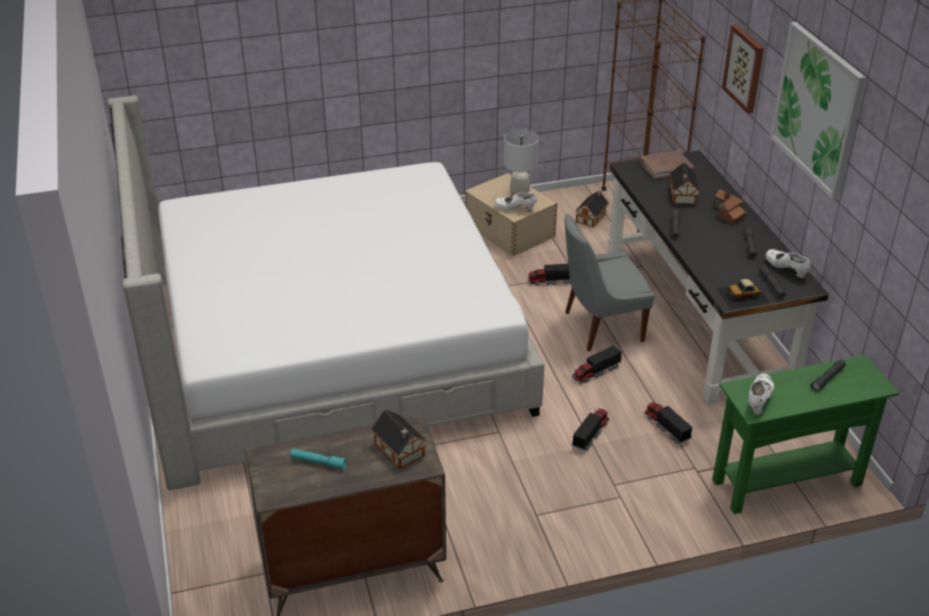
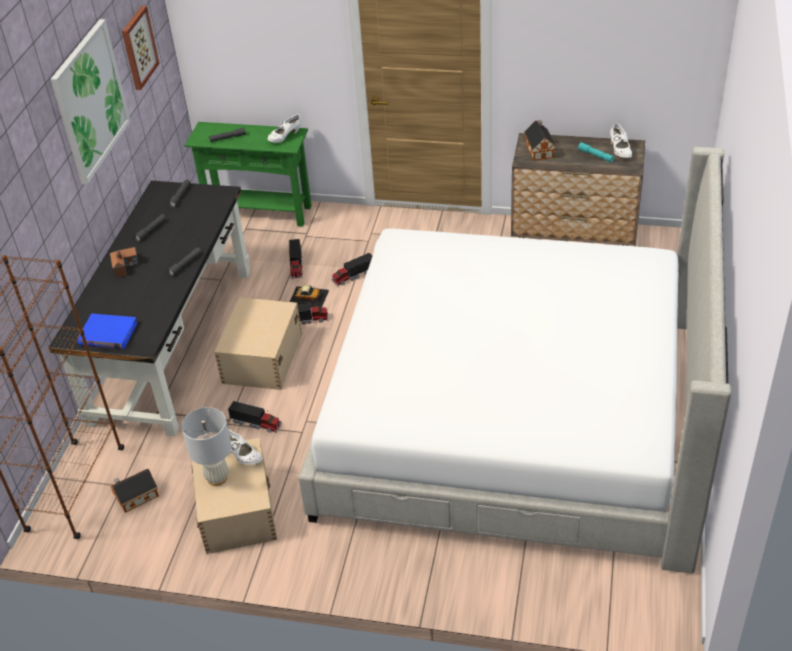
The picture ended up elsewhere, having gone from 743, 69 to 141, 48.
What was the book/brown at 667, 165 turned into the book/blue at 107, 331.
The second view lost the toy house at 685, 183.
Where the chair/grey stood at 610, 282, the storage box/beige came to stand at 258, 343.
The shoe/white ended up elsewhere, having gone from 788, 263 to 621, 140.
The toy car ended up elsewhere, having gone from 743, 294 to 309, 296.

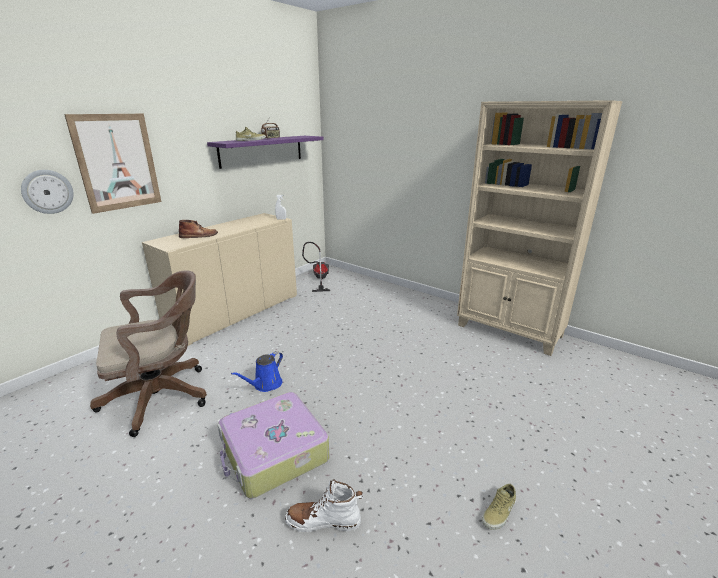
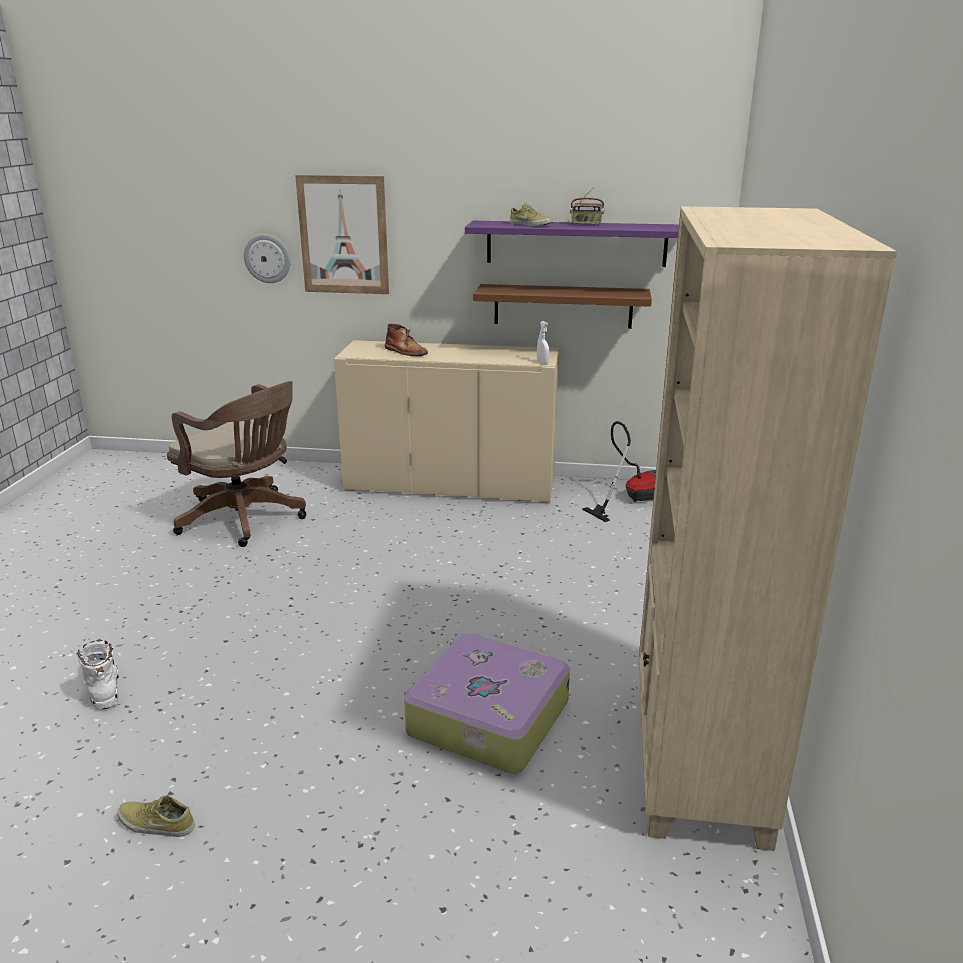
The second view lost the watering can/blue at 257, 371.
The suitcase ended up elsewhere, having gone from 273, 445 to 487, 703.
The second view gained the shelf/brown at 562, 306.

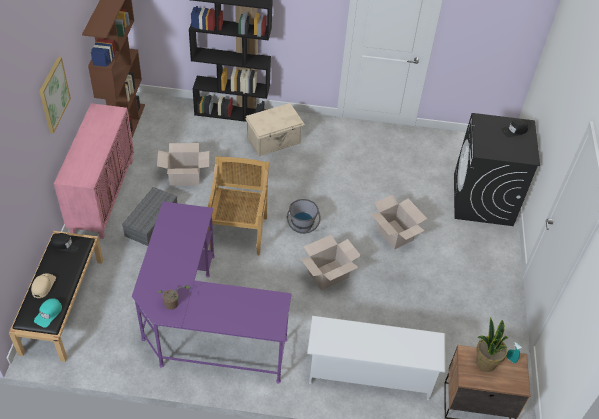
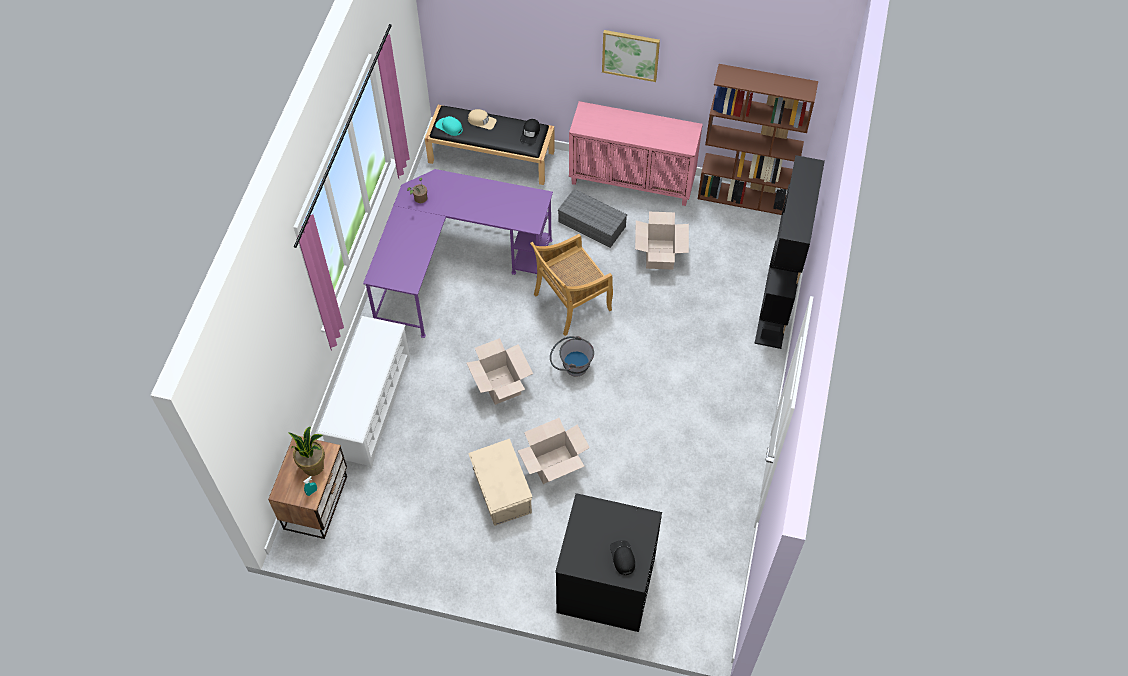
The storage box/beige ended up elsewhere, having gone from 275, 129 to 500, 482.
The chair/beige at 238, 206 ended up facing another way, 135 degrees clockwise from before.

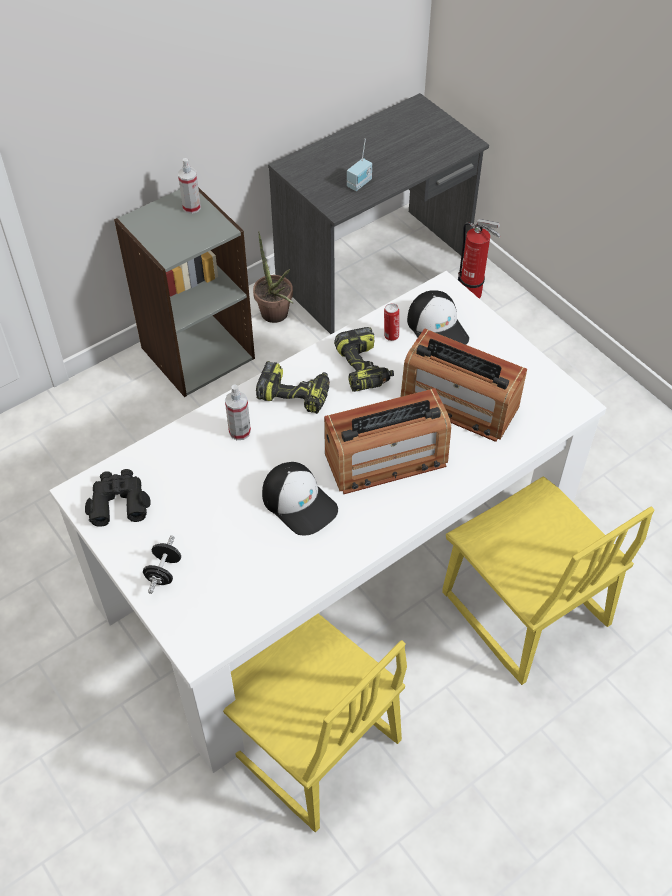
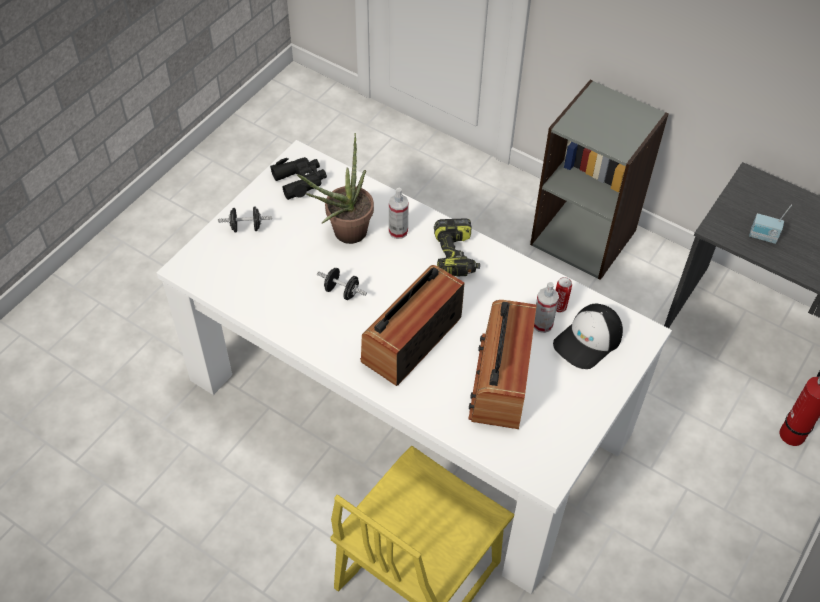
The spray bottle ended up elsewhere, having gone from 189, 186 to 546, 307.
The potted plant ended up elsewhere, having gone from 273, 277 to 335, 188.
The second view lost the power drill at 364, 359.
The radio at 387, 441 ended up facing another way, 75 degrees clockwise from before.
Where the cap stood at 300, 498, the dumbbell/black came to stand at 342, 284.
The second view lost the chair/yellow at 315, 722.

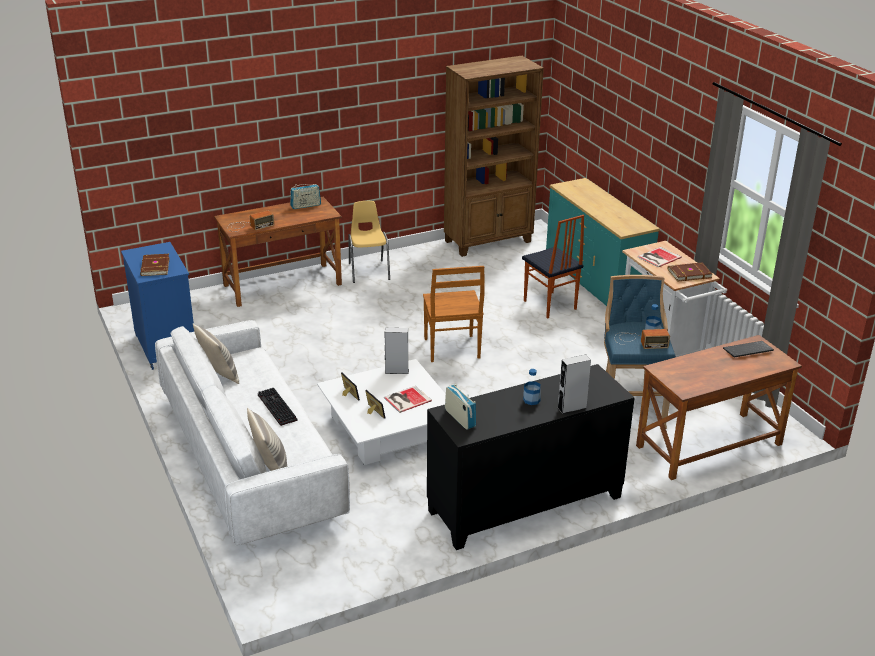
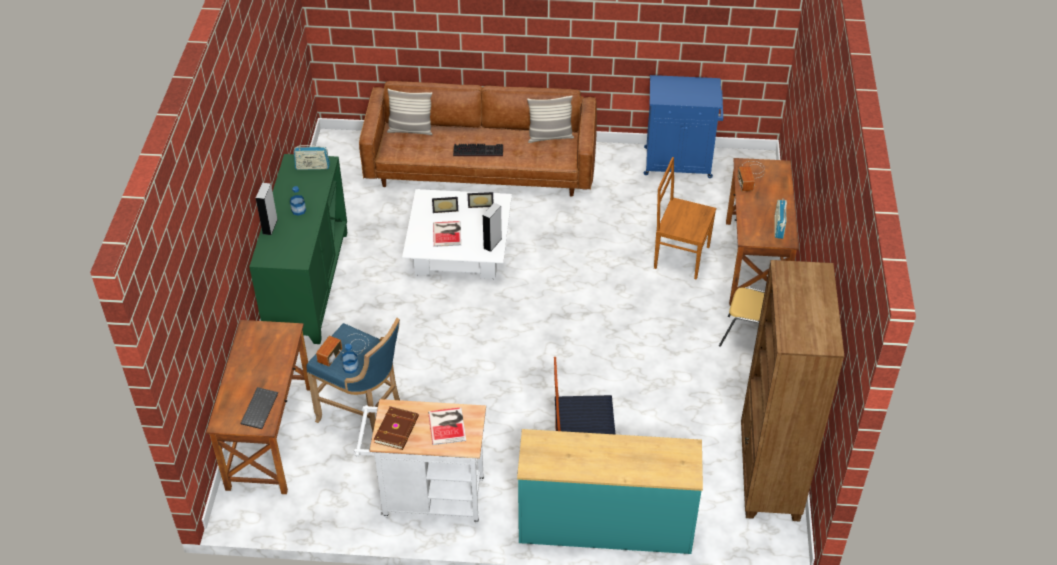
The second view lost the book/brown at 154, 265.
The chair/brown ended up elsewhere, having gone from 454, 314 to 685, 218.
What was the sofa/white at 252, 433 turned into the sofa/brown at 478, 139.
What was the cabinet/black at 531, 457 turned into the cabinet/green at 298, 249.

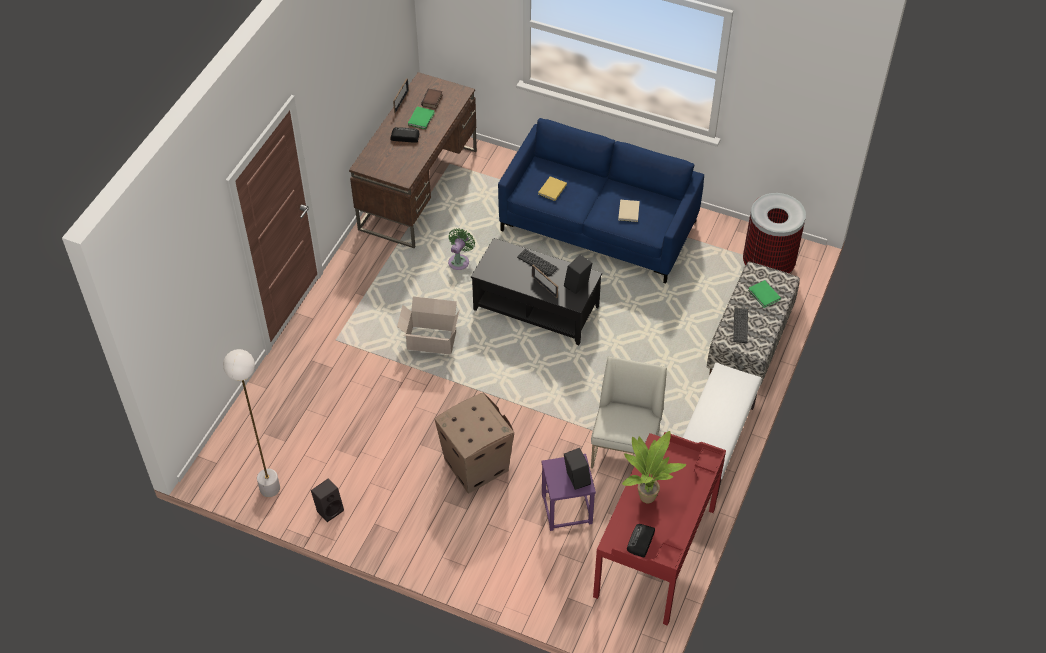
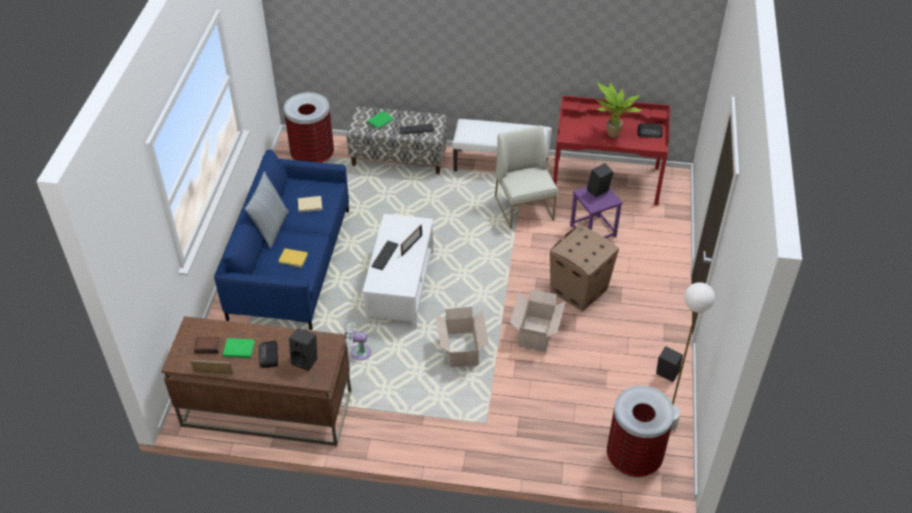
What was the fan/green at 461, 249 turned into the fan/white at 357, 341.
What was the coffee table/black at 536, 291 turned into the coffee table/white at 397, 271.
The speaker/black ended up elsewhere, having gone from 578, 274 to 303, 349.
The chair/white at 629, 412 ended up facing another way, 75 degrees clockwise from before.
The second view gained the pillow at 267, 210.
The second view gained the cardboard box at 538, 320.
The second view gained the trash can at 641, 432.

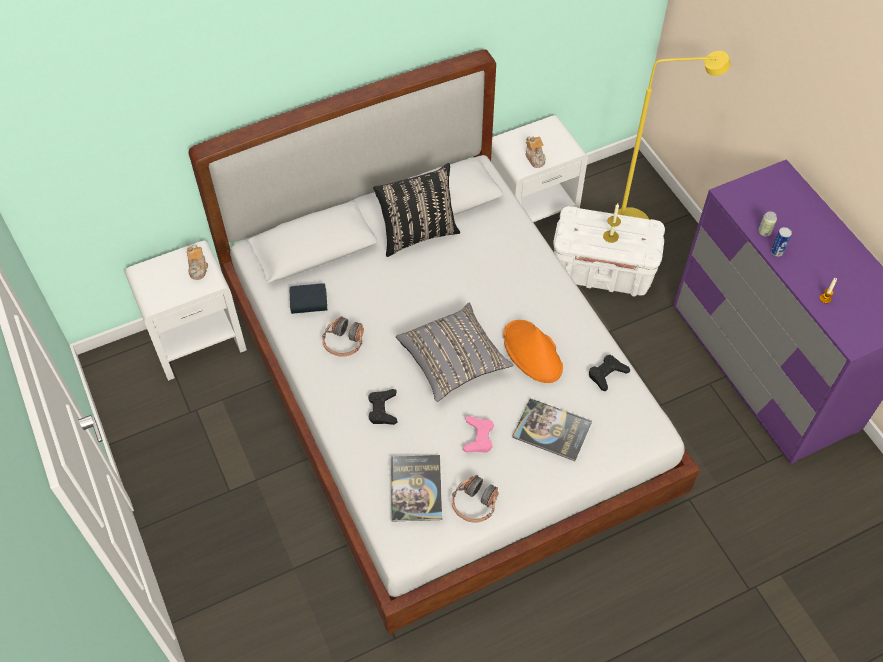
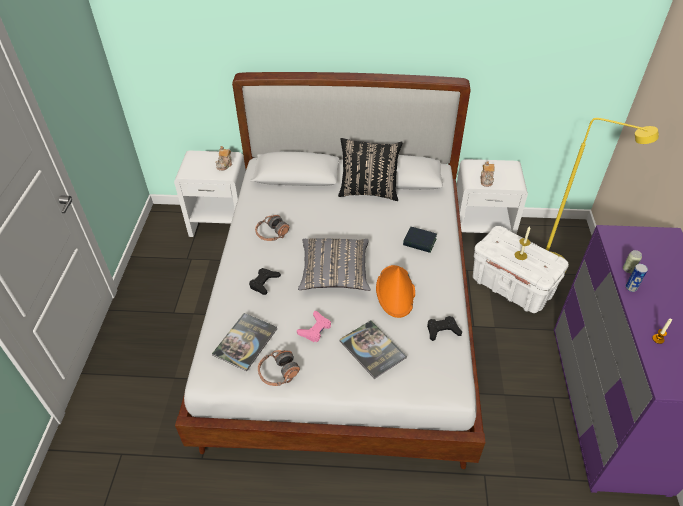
The book ended up elsewhere, having gone from 308, 298 to 420, 240.

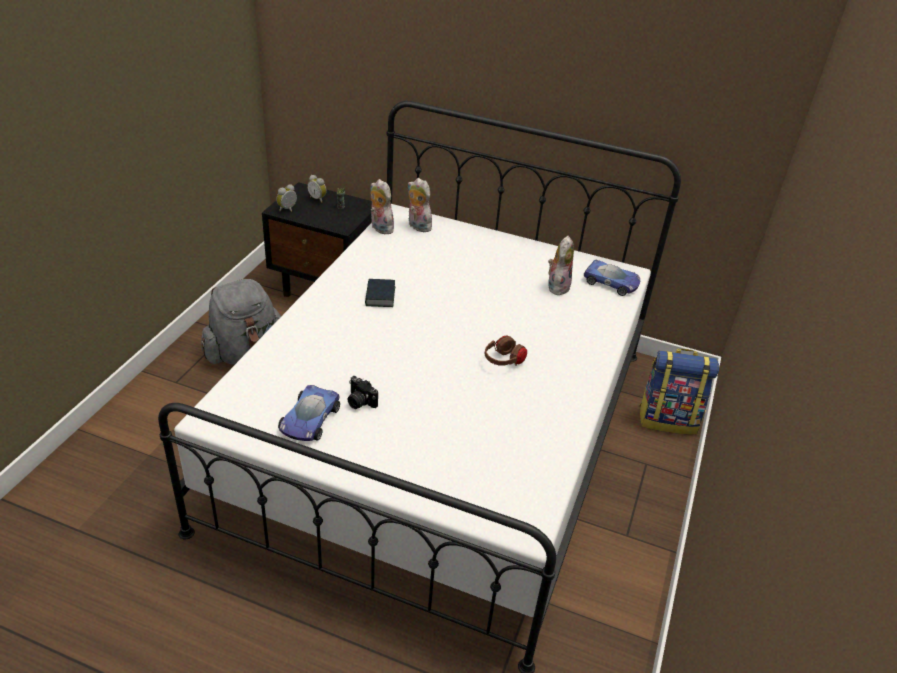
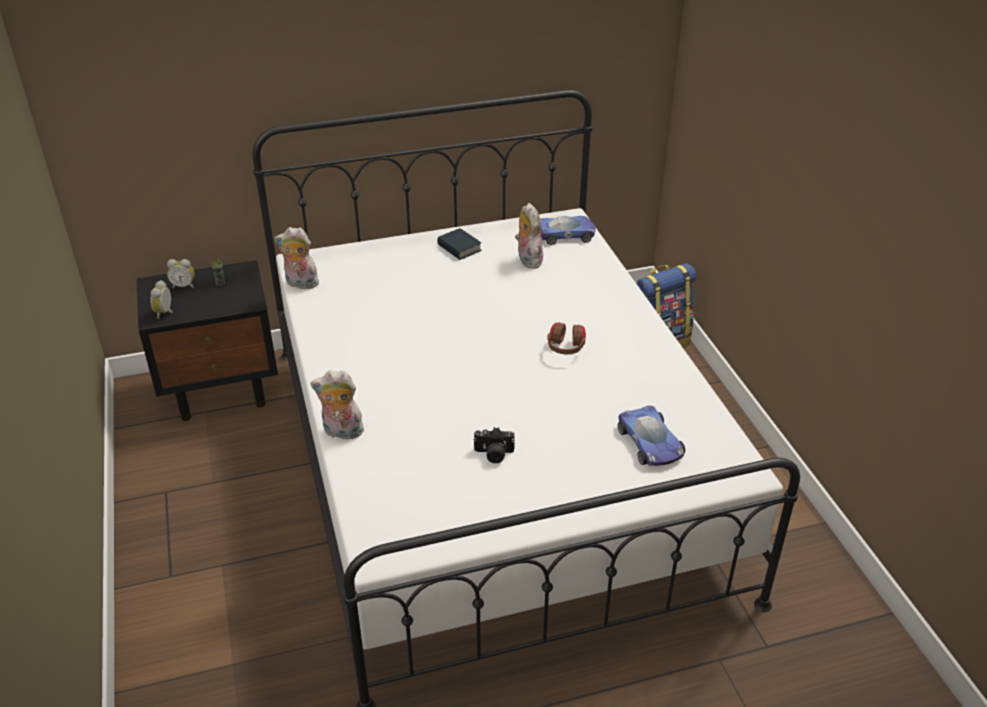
The plush toy ended up elsewhere, having gone from 420, 205 to 338, 405.
The second view lost the backpack/grey at 241, 322.
The book ended up elsewhere, having gone from 380, 293 to 459, 244.
The toy car ended up elsewhere, having gone from 309, 413 to 651, 436.

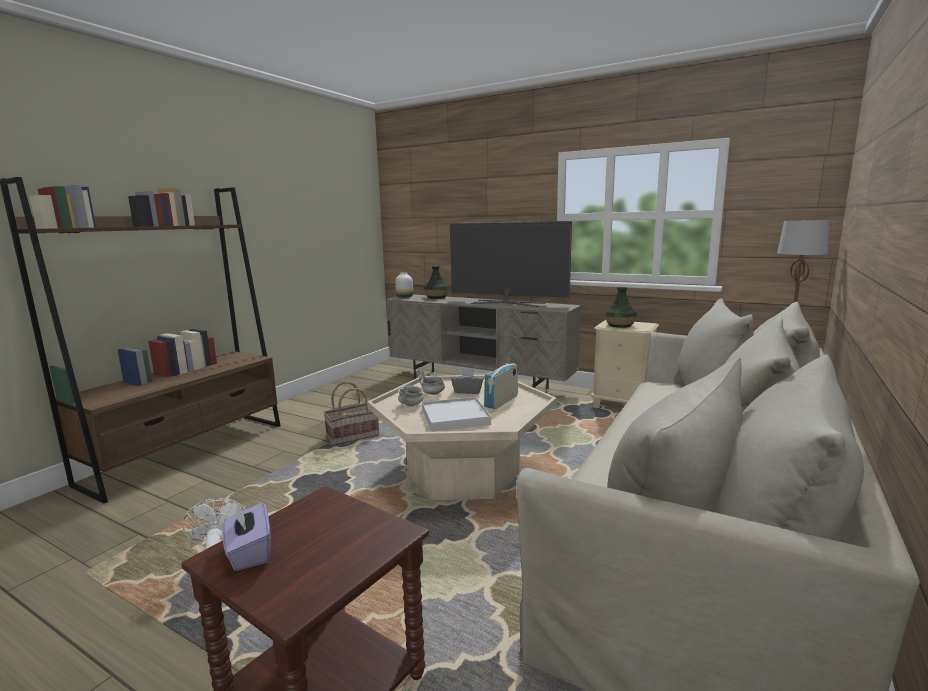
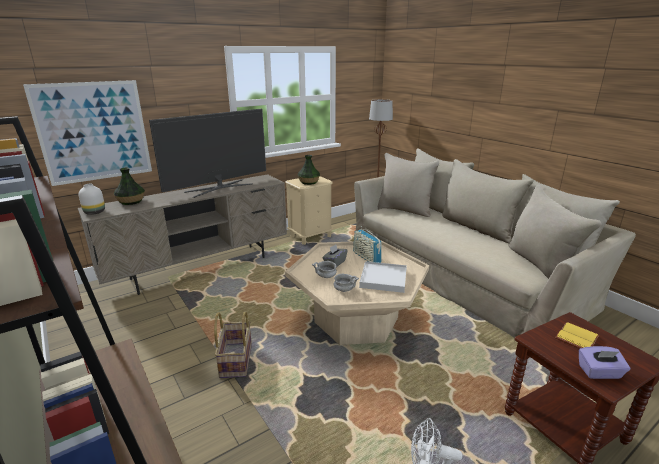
The second view gained the picture at 87, 133.
The second view gained the book/yellow at 577, 335.

